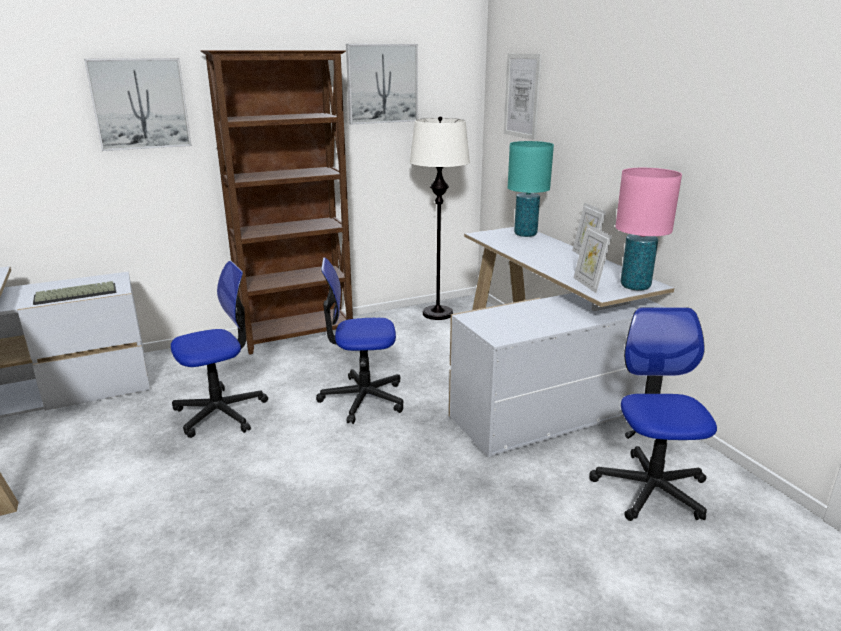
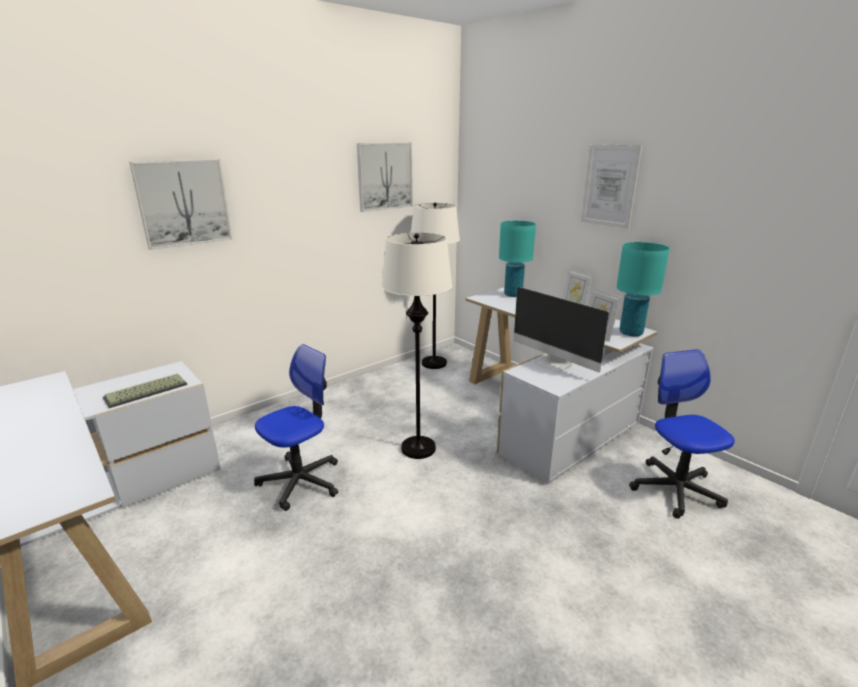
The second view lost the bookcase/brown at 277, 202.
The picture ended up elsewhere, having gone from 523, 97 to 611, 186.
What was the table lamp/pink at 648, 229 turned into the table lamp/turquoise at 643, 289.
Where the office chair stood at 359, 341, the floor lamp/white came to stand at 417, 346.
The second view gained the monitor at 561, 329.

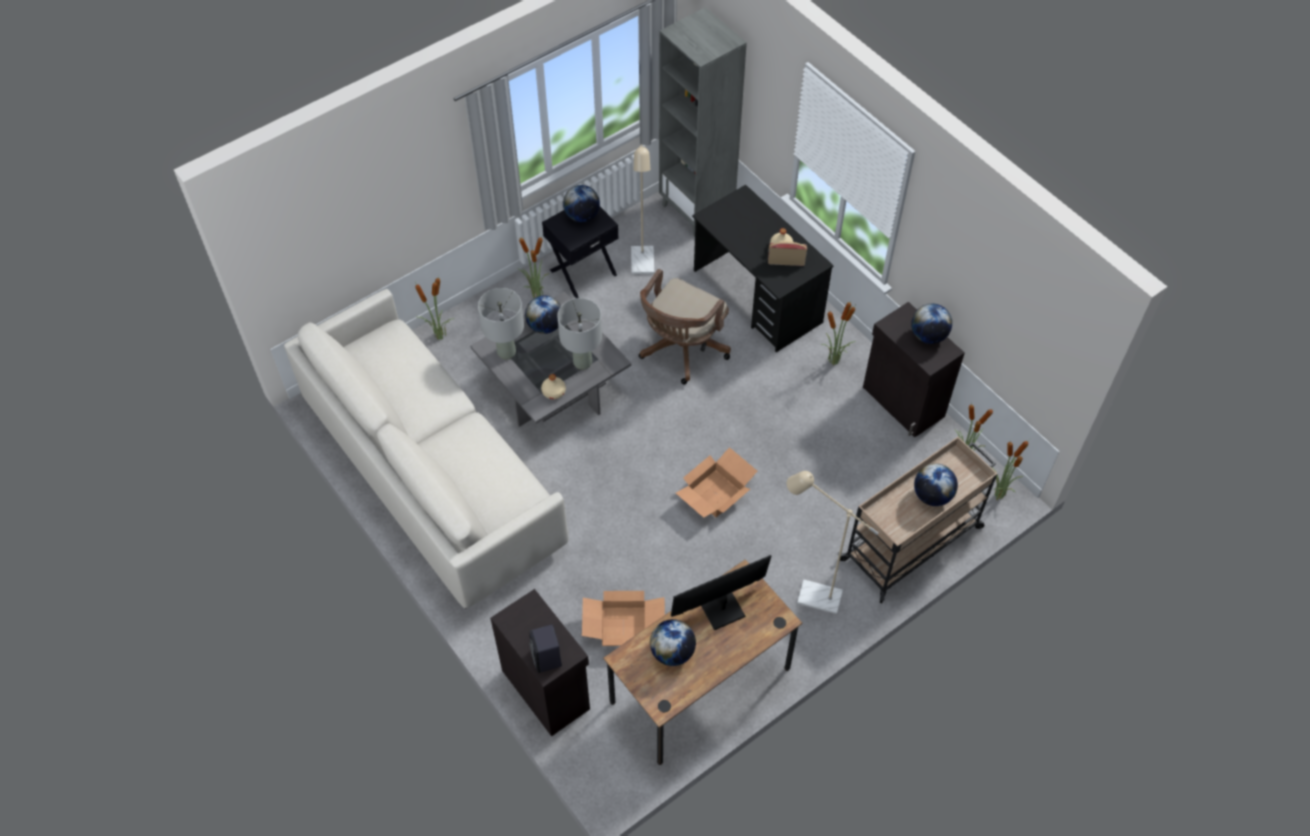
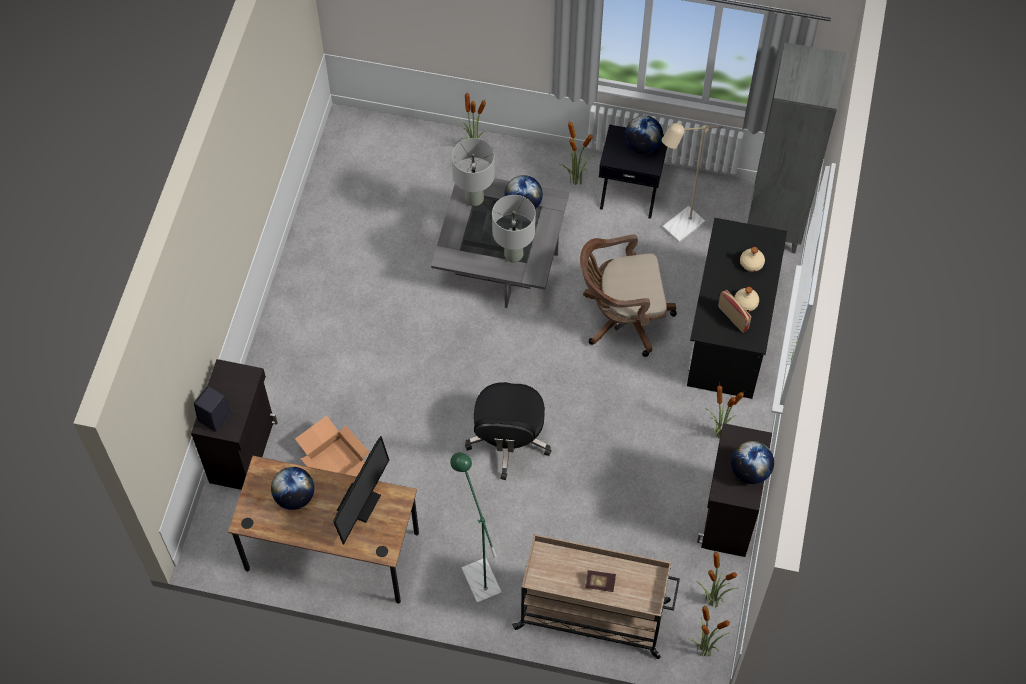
The second view lost the sofa/white at 426, 449.
The bottle/beige ended up elsewhere, having gone from 553, 386 to 752, 259.
Where the cardboard box stood at 716, 482, the office chair/black came to stand at 508, 431.
Where the globe stood at 936, 485, the book came to stand at 600, 581.
What was the floor lamp/beige at 833, 542 turned into the floor lamp/green at 476, 528.
The monitor at 721, 592 ended up facing another way, 90 degrees clockwise from before.

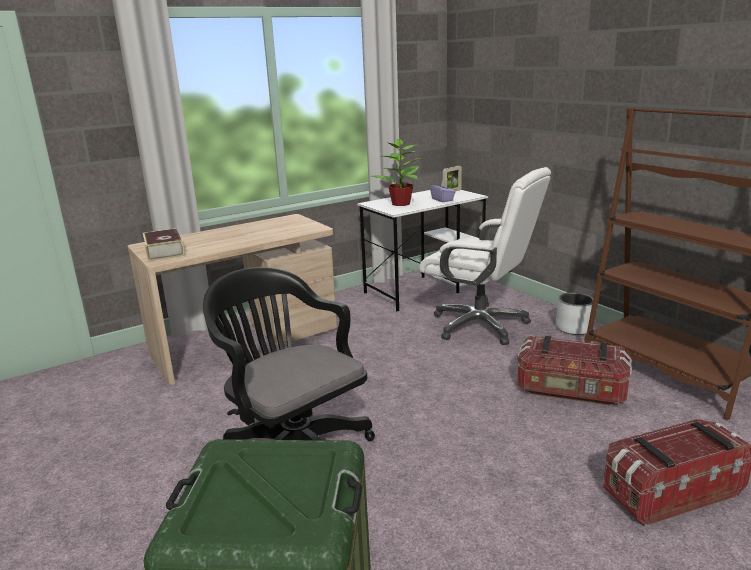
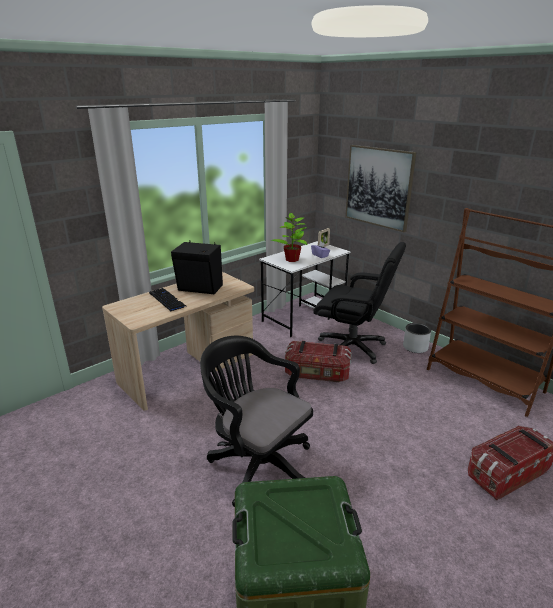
What was the office chair/white at 485, 256 turned into the office chair/black at 359, 303.
The second view lost the book at 163, 244.
The storage box ended up elsewhere, having gone from 574, 371 to 318, 361.
The second view gained the picture at 380, 188.
The second view gained the speaker/black at 197, 267.
The second view gained the keyboard at 167, 299.

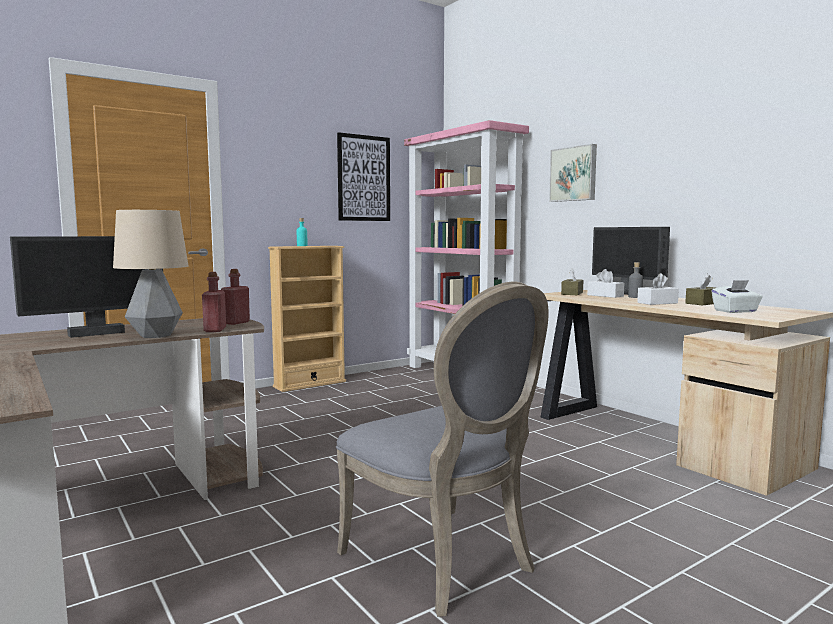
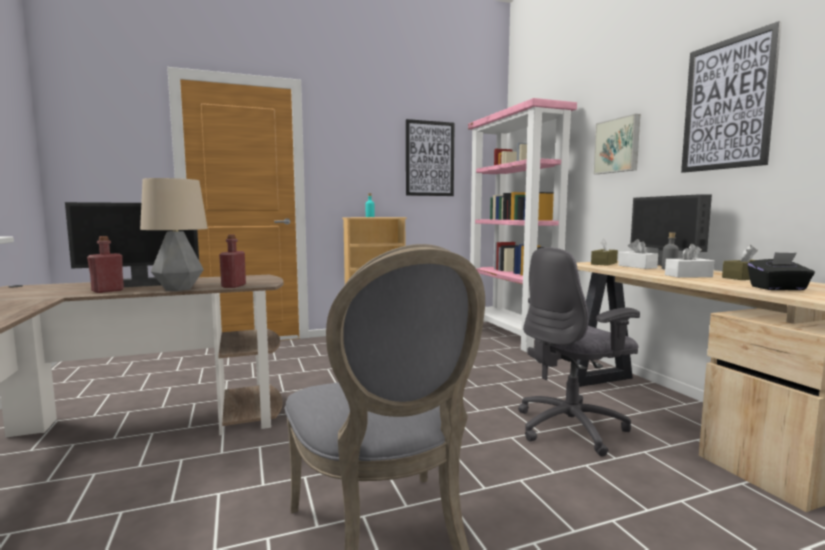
The bottle/red ended up elsewhere, having gone from 235, 297 to 105, 264.
What was the tissue box/white at 737, 296 turned into the tissue box/black at 781, 271.
The second view gained the picture at 731, 97.
The second view gained the office chair/grey at 579, 351.

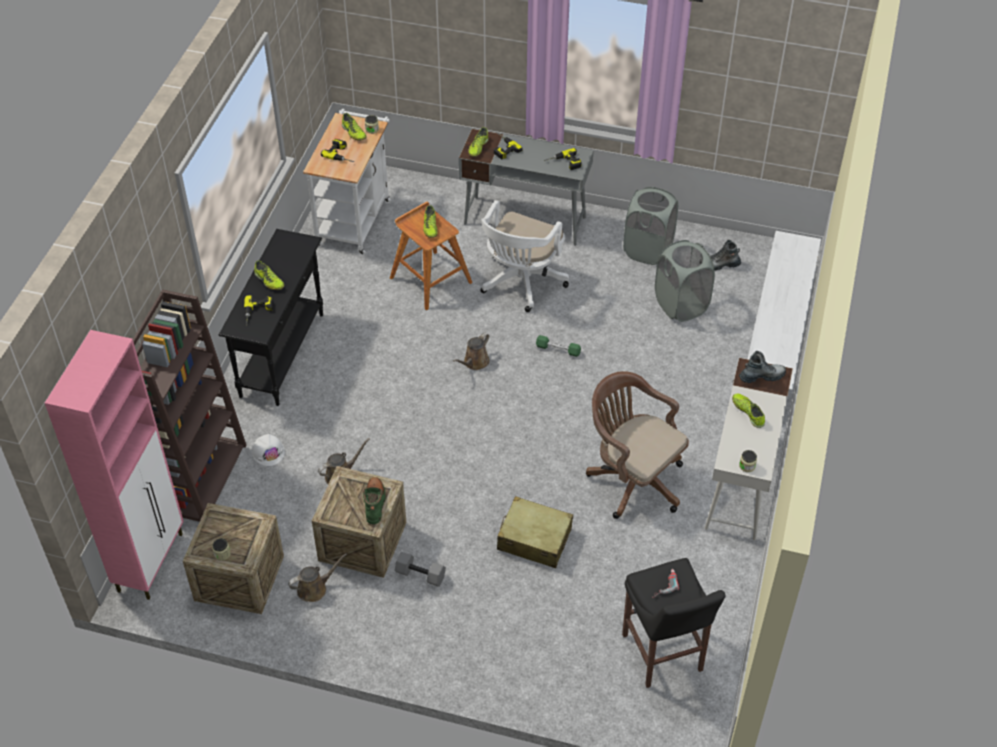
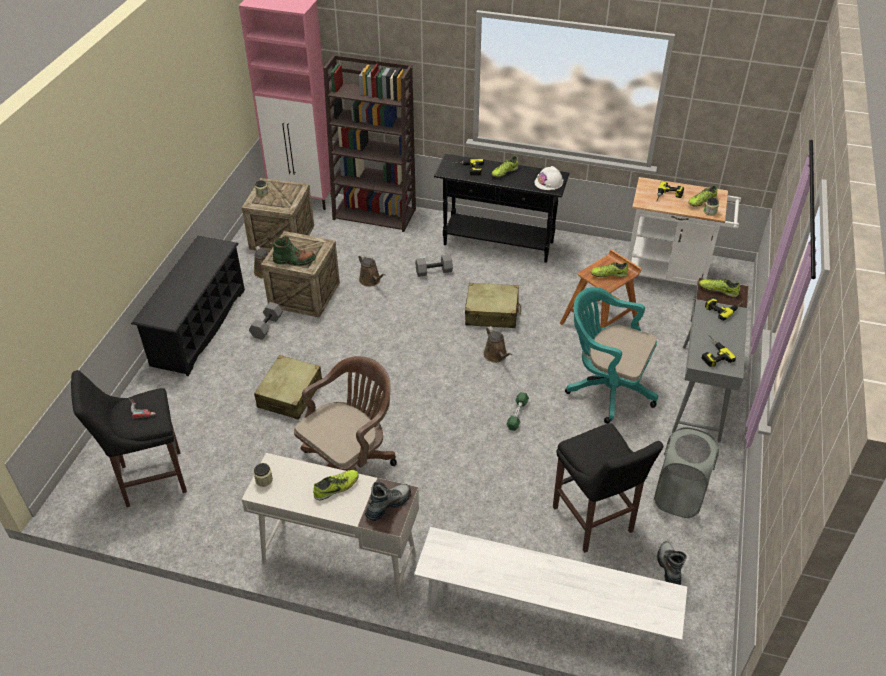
What was the office chair/white at 525, 256 turned into the office chair/turquoise at 611, 355.
Where the laundry basket/grey stood at 685, 281, the stool/black came to stand at 608, 488.
The watering can/brown at 471, 351 ended up facing another way, 150 degrees counterclockwise from before.
The boot at 762, 367 ended up facing another way, 120 degrees counterclockwise from before.
The hard hat/white ended up elsewhere, having gone from 268, 450 to 548, 178.
The second view gained the shoe rack/black at 188, 306.
The second view gained the dumbbell/grey at 434, 265.
The second view gained the suitcase/beige at 493, 305.

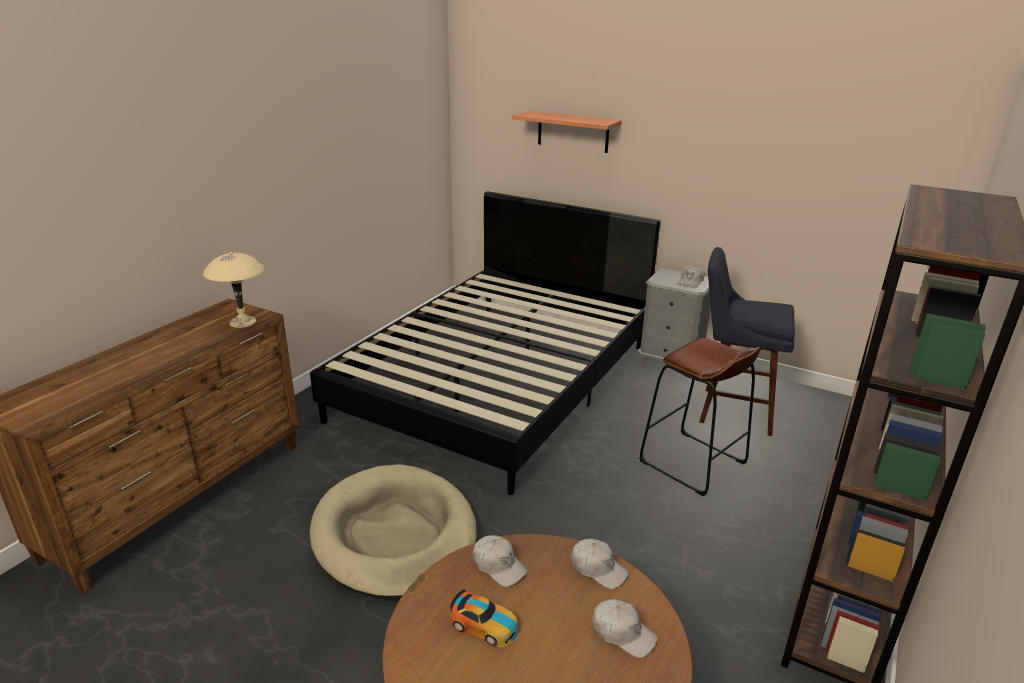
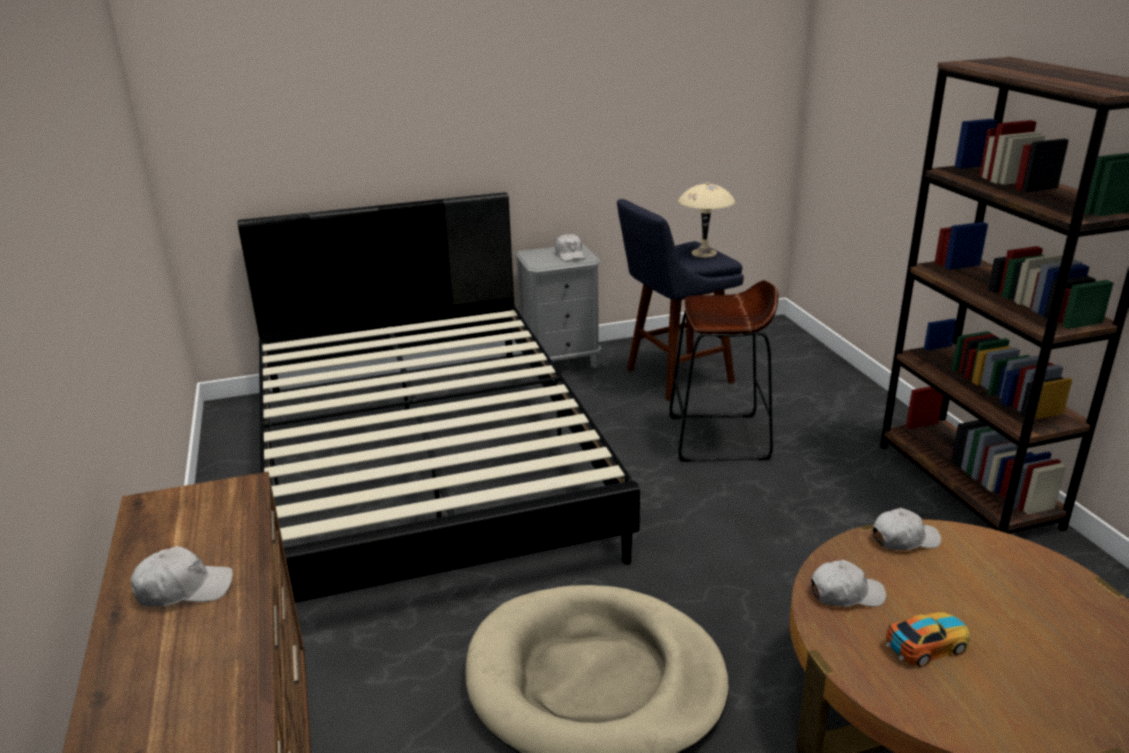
The second view lost the shelf at 567, 132.
The table lamp/beige ended up elsewhere, having gone from 234, 290 to 706, 220.
The cap/white ended up elsewhere, having gone from 624, 628 to 182, 576.

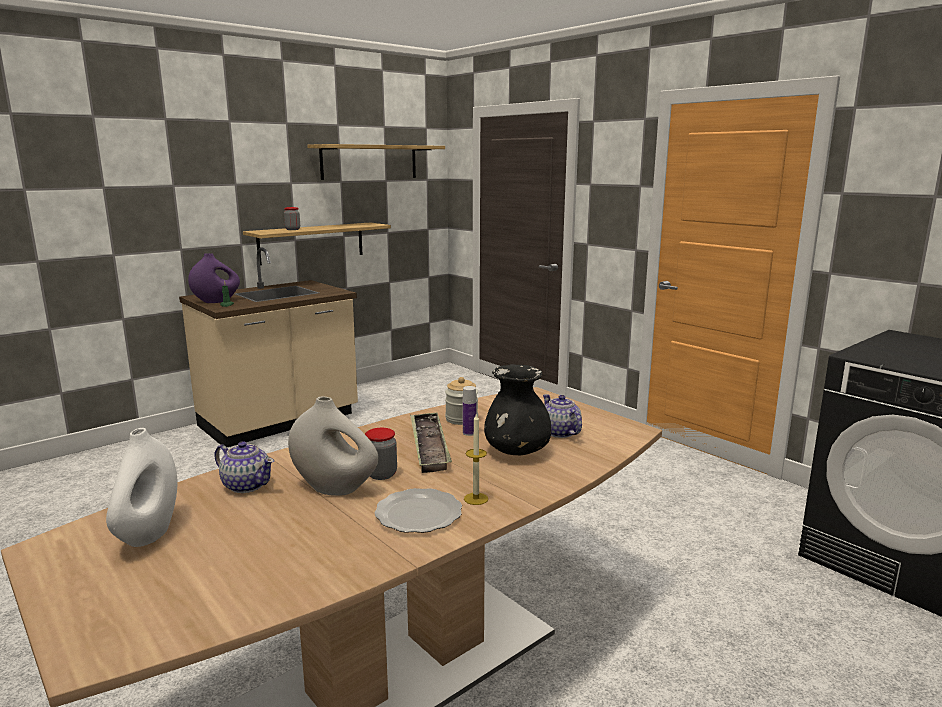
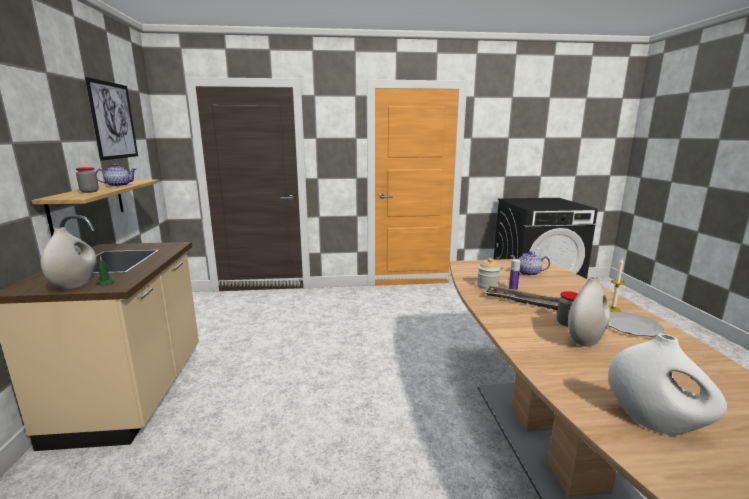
Where the shelf hung at 376, 162, the picture came to hang at 111, 118.
What was the vase/purple at 214, 278 turned into the vase/white at 68, 258.
The second view lost the vase/black at 517, 409.
The teapot ended up elsewhere, having gone from 244, 467 to 116, 175.

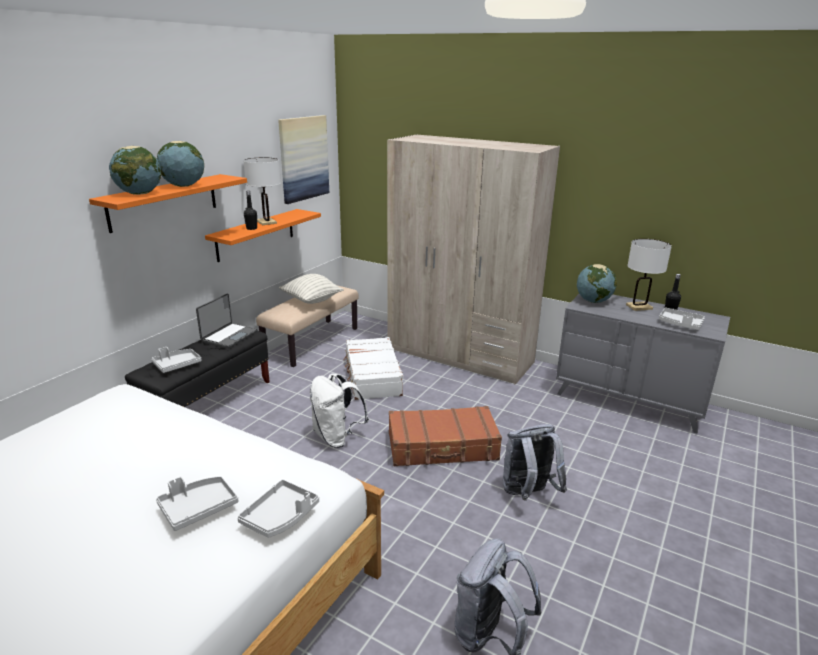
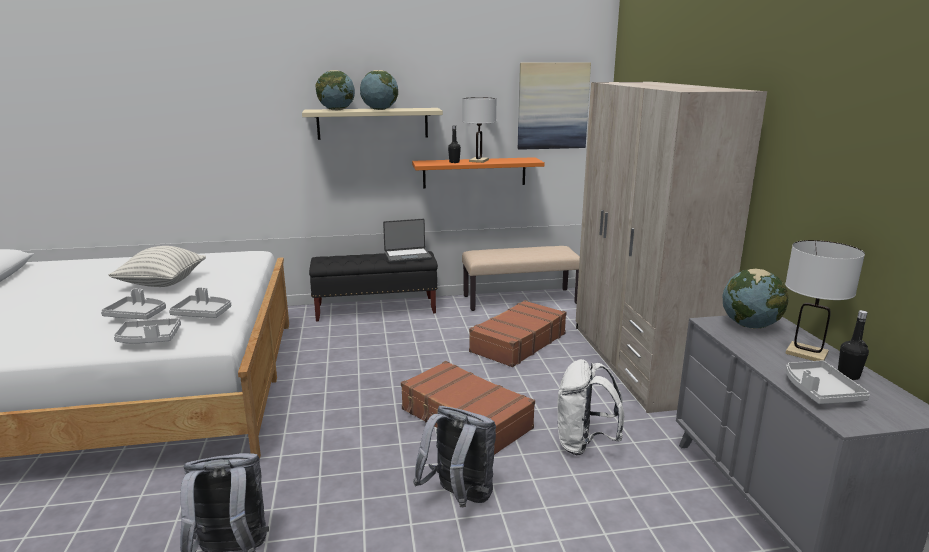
What was the shelf/orange at 168, 203 turned into the shelf/beige at 372, 124.
The pillow ended up elsewhere, having gone from 311, 289 to 157, 266.
What was the suitcase/white at 373, 368 turned into the suitcase/brown at 518, 333.
The tray/grey ended up elsewhere, having gone from 177, 360 to 200, 302.
The backpack/white ended up elsewhere, having gone from 339, 410 to 590, 407.

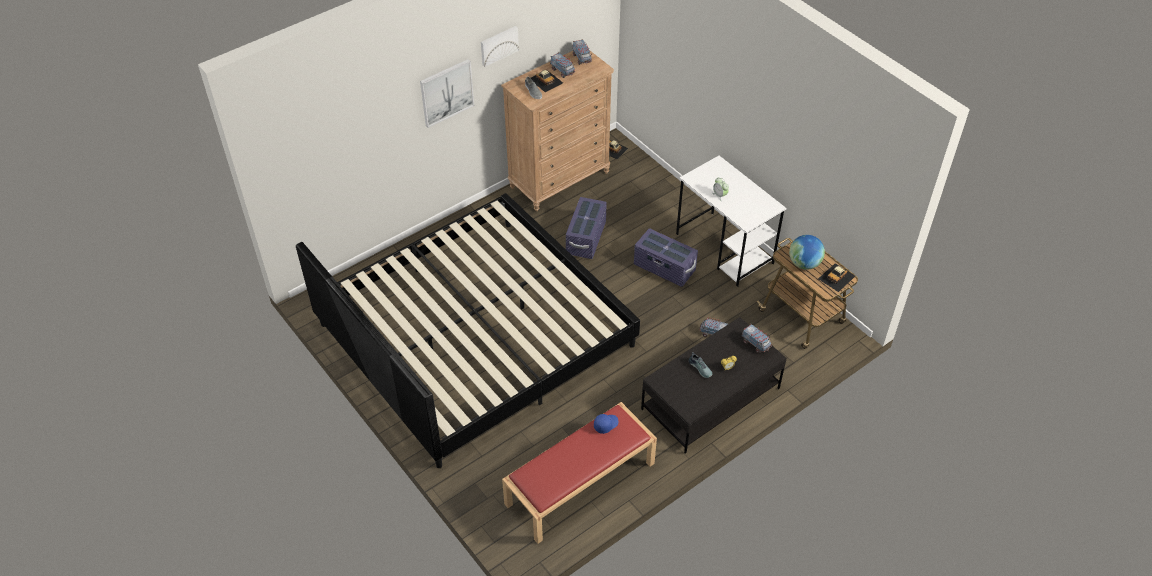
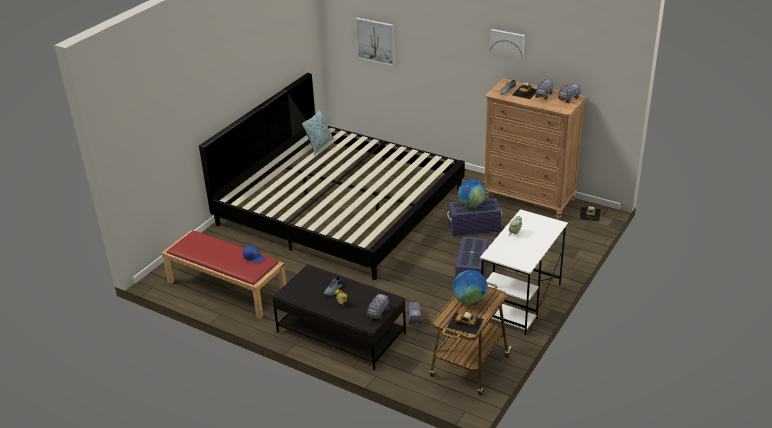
The picture ended up elsewhere, having gone from 447, 93 to 375, 42.
The second view gained the pillow at 318, 131.
The second view gained the globe at 472, 193.

